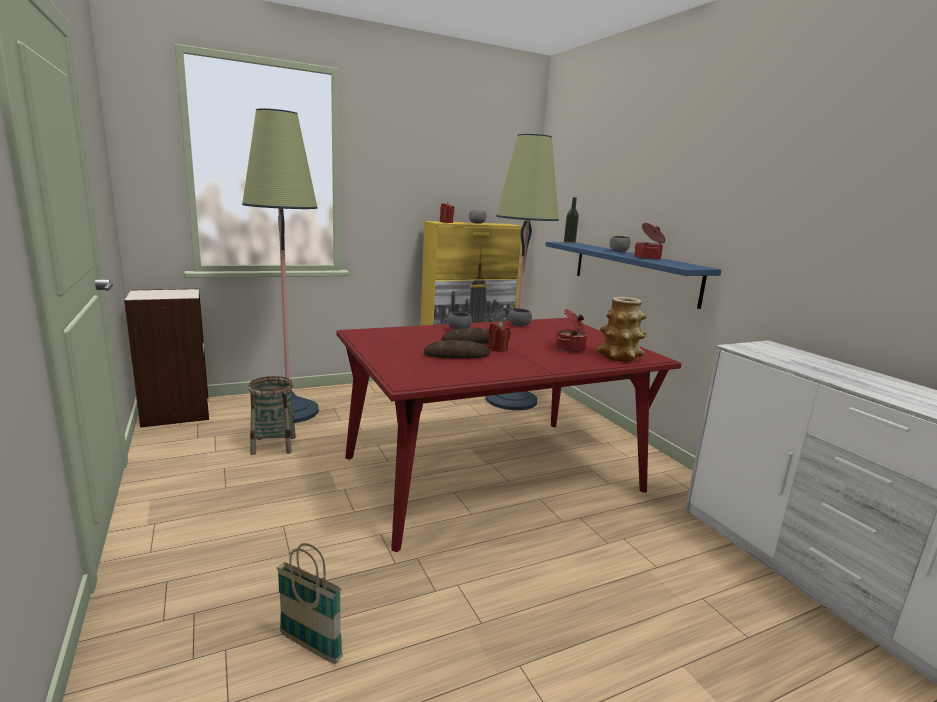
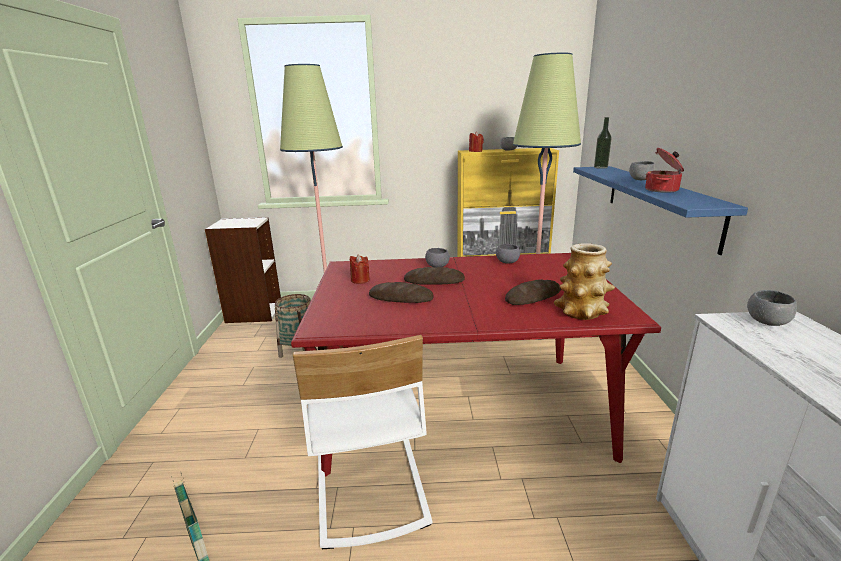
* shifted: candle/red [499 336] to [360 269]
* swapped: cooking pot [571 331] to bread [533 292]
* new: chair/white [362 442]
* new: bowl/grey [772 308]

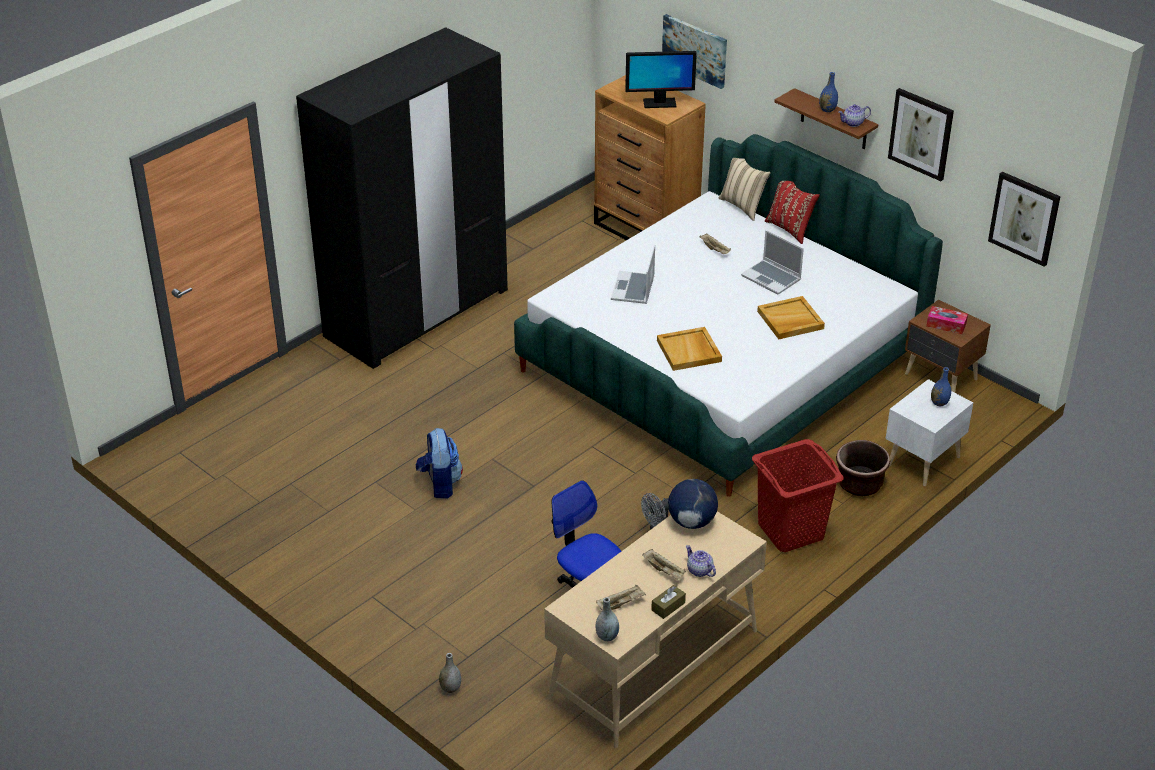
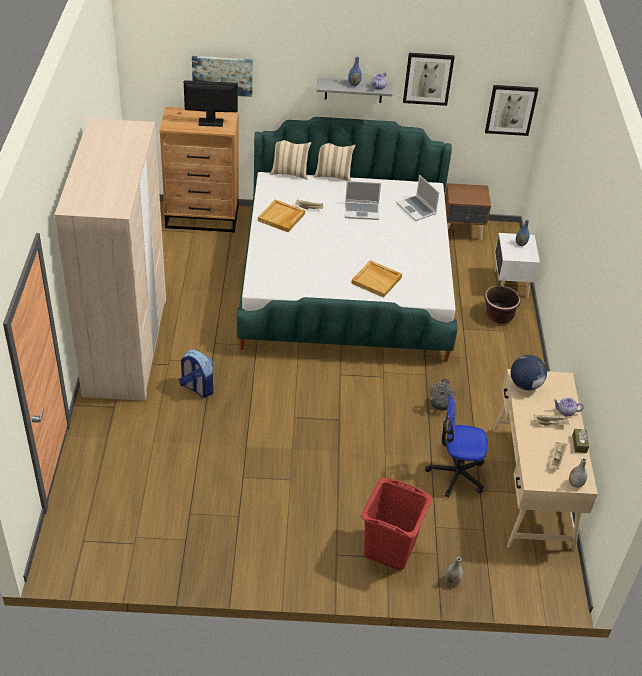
* repainted: wardrobe/black [402 198] to wardrobe/beige [110 259]
* shifted: backpack [439 463] to [196 373]
* shifted: laptop [633 274] to [418 198]
* rotated: monitor [661 79] = [211 103] 135 degrees counterclockwise
* shifted: laundry basket/red [798 495] to [397 524]
* shifted: tray/beige [791 317] to [281 216]
* repainted: pillow/red [792 212] to pillow/beige [335 162]
* repainted: shelf/brown [826 118] to shelf/grey [354 90]
* gone: tissue box [947 320]

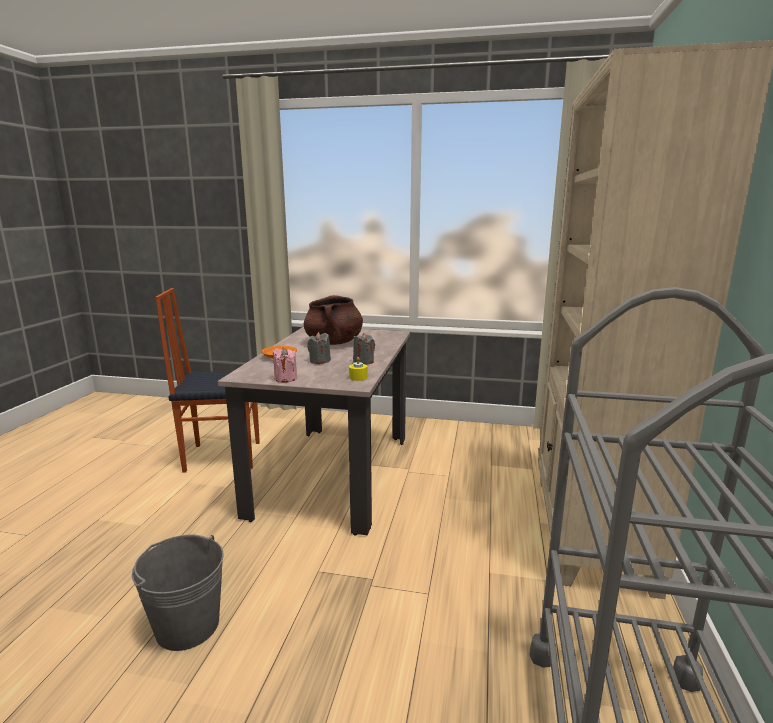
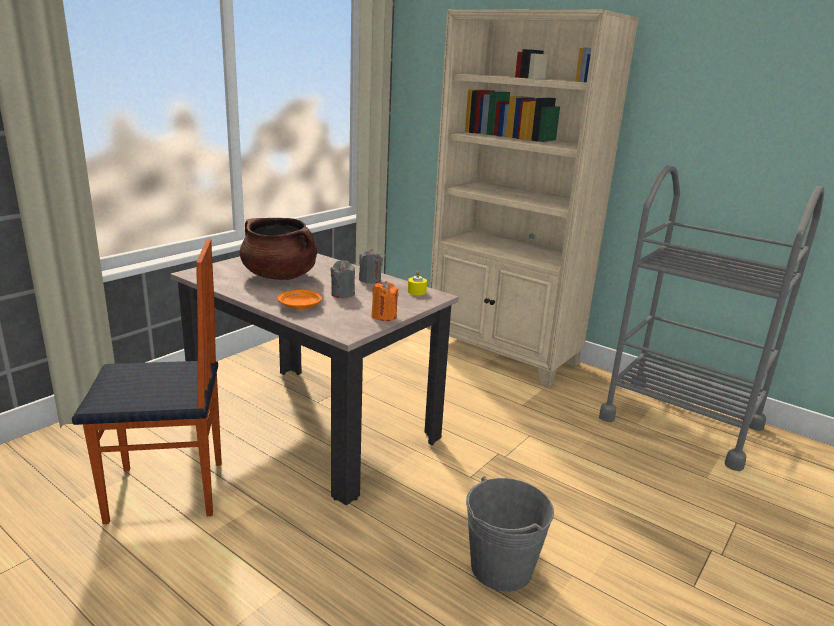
* rotated: chair [208 380] = [147 381] 120 degrees counterclockwise
* repainted: candle/pink [285 364] to candle/orange [385 301]

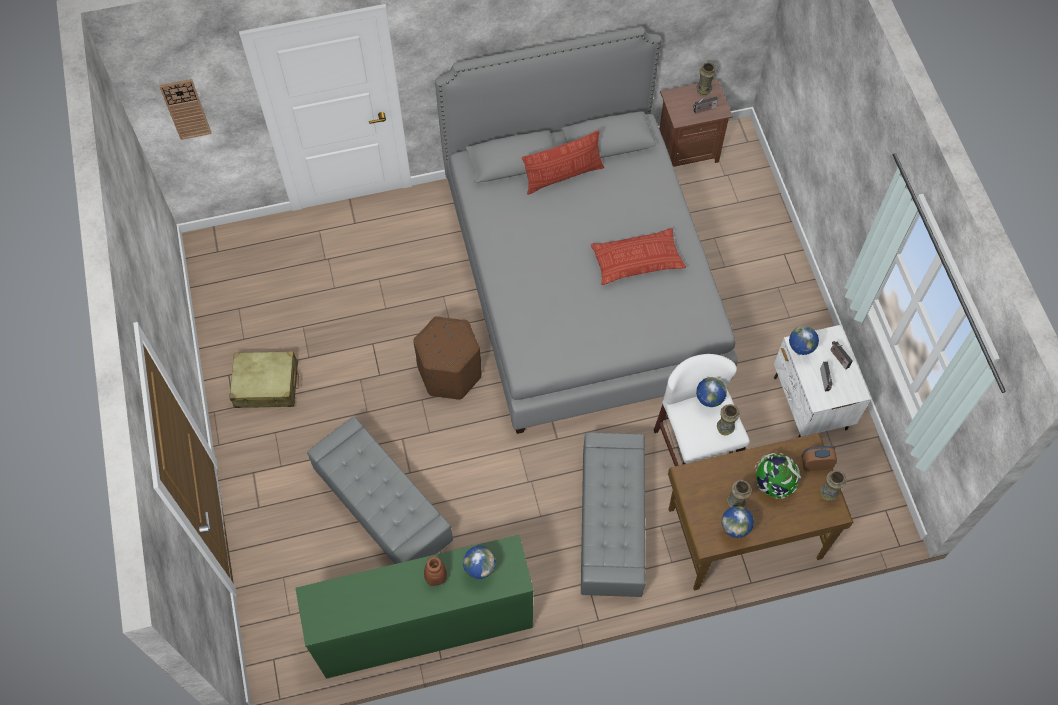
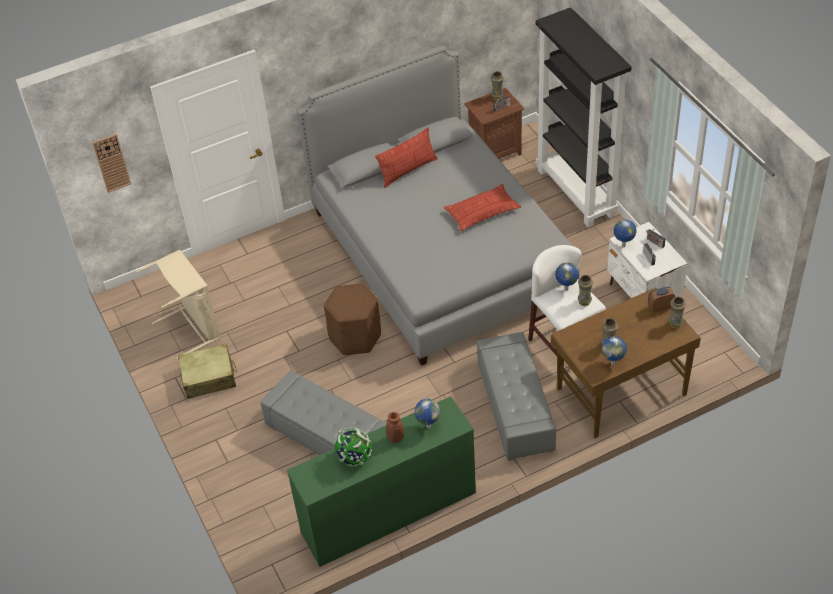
* shifted: globe [778 476] to [352 446]
* new: laundry basket/beige [178 304]
* new: bookcase/black [584 117]

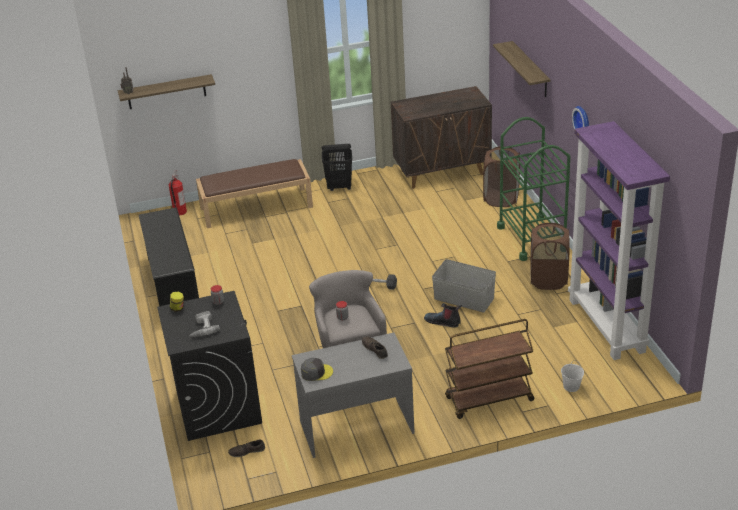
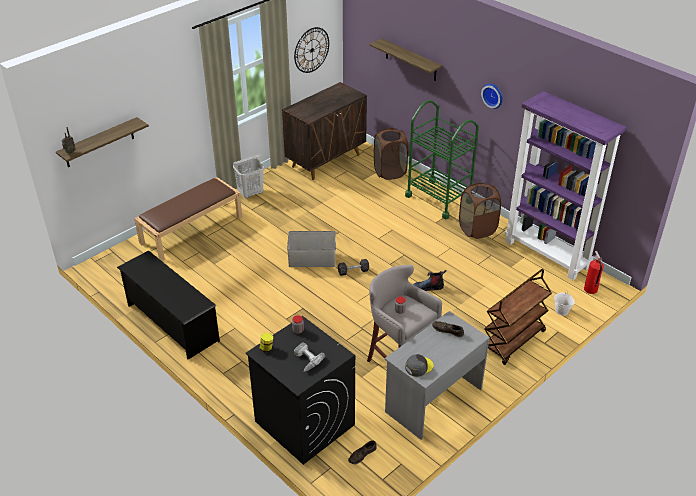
* shifted: fire extinguisher [178 193] to [594 272]
* repainted: laundry basket/black [337 167] to laundry basket/white [248 176]
* shifted: storage box/grey [464 285] to [311 249]
* new: wall clock [311 50]

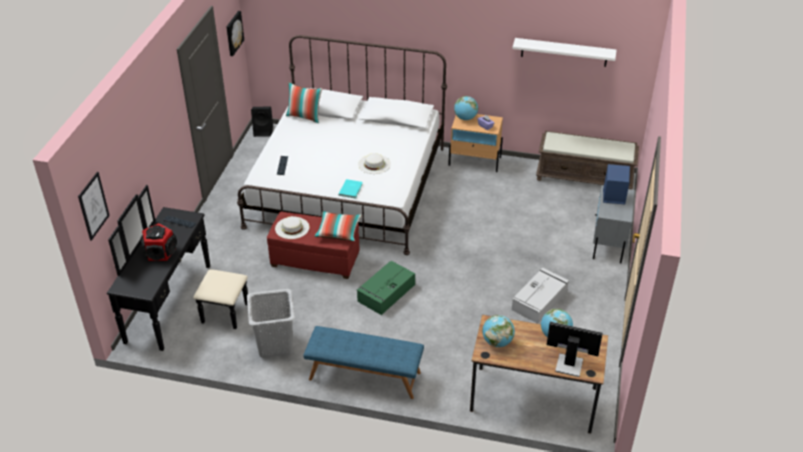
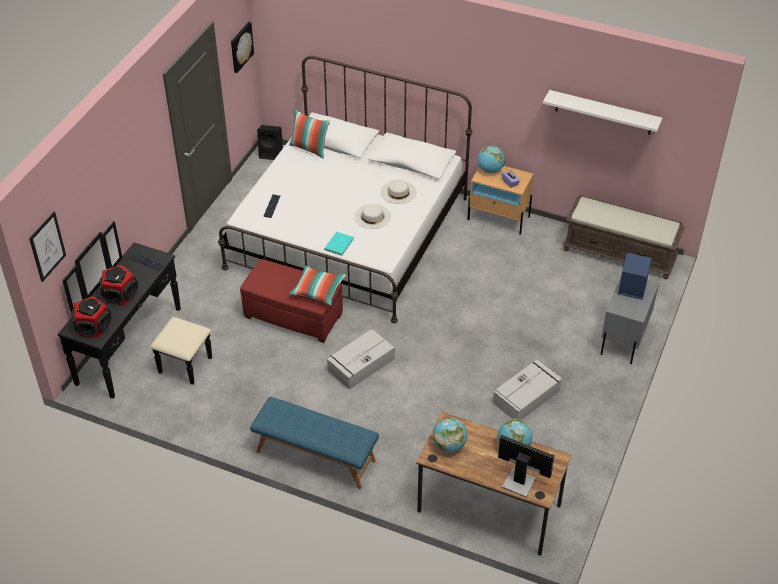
* gone: laundry basket/grey [271 323]
* shifted: hat/white [292 227] to [398 192]
* repainted: storage box/green [386 288] to storage box/grey [361 360]
* new: speaker [91 317]

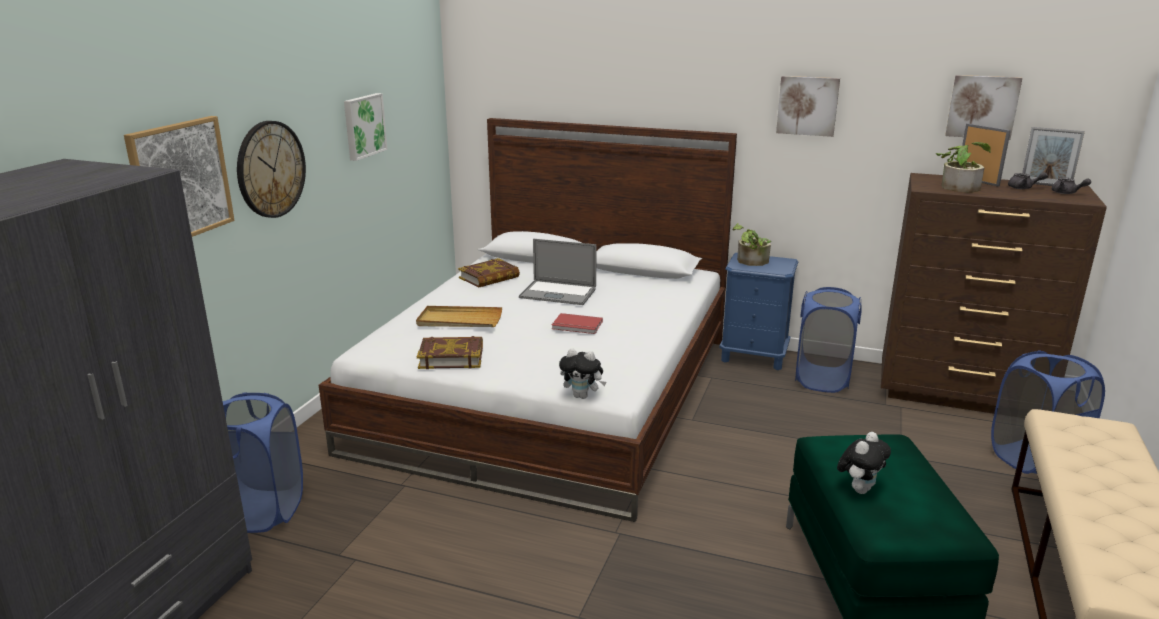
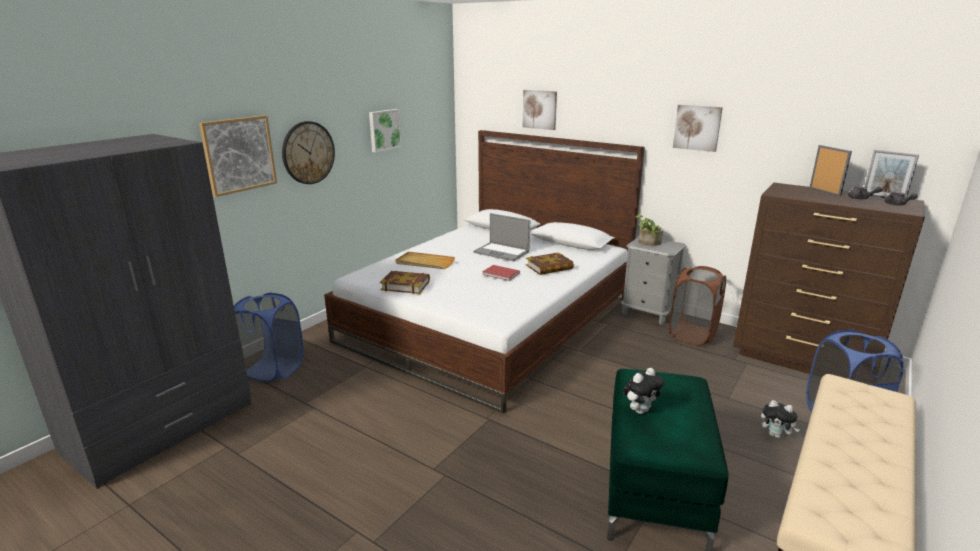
* shifted: book [489 273] to [550 263]
* shifted: plush toy [582 373] to [780 419]
* repainted: nightstand/blue [759 311] to nightstand/grey [653 281]
* repainted: laundry basket/blue [828 340] to laundry basket/brown [697 306]
* gone: potted plant [963 167]
* shifted: picture [983 107] to [540 110]

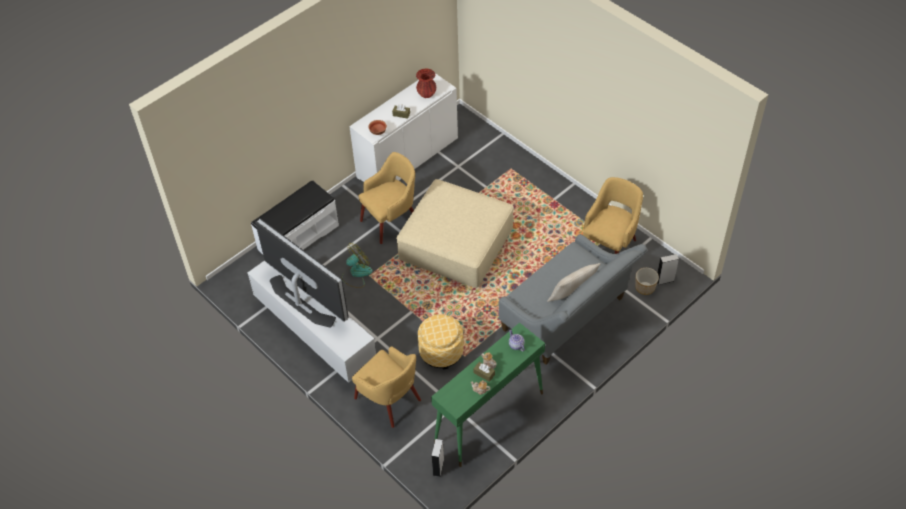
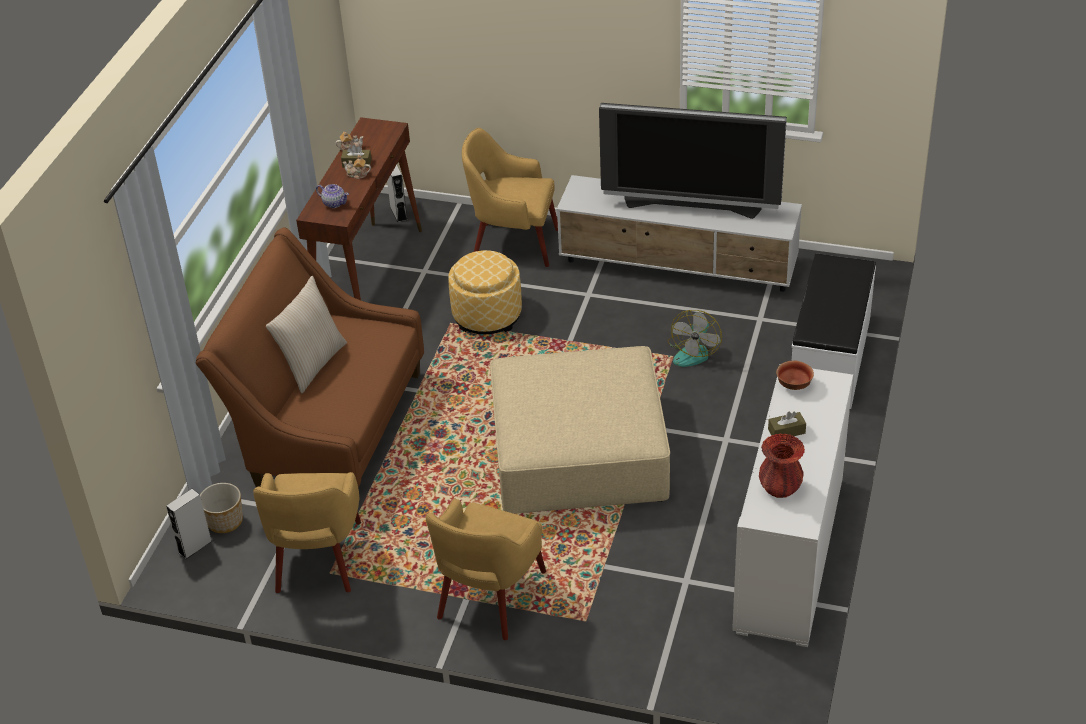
* shifted: armchair/yellow [387 198] to [486 569]
* repainted: console table/green [488 395] to console table/brown [359 208]
* repainted: sofa/grey [573 299] to sofa/brown [309 357]

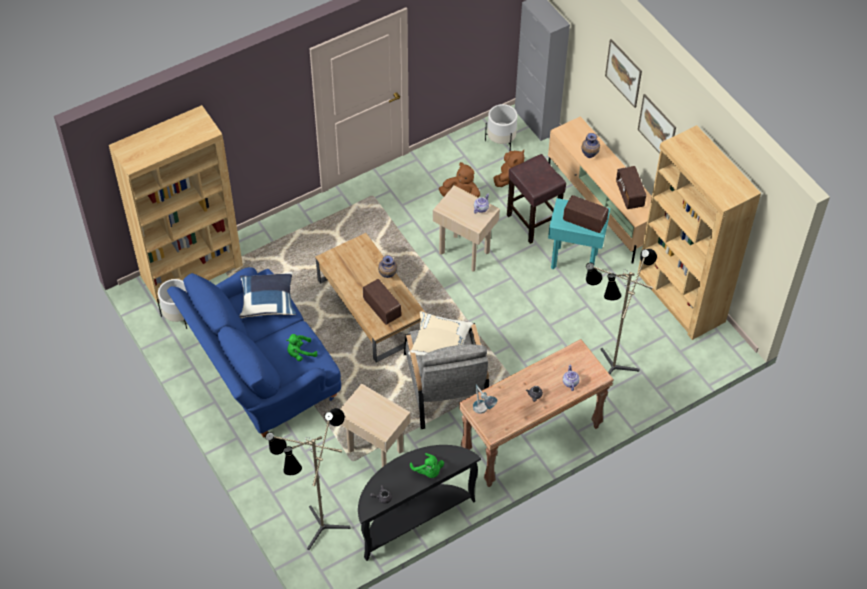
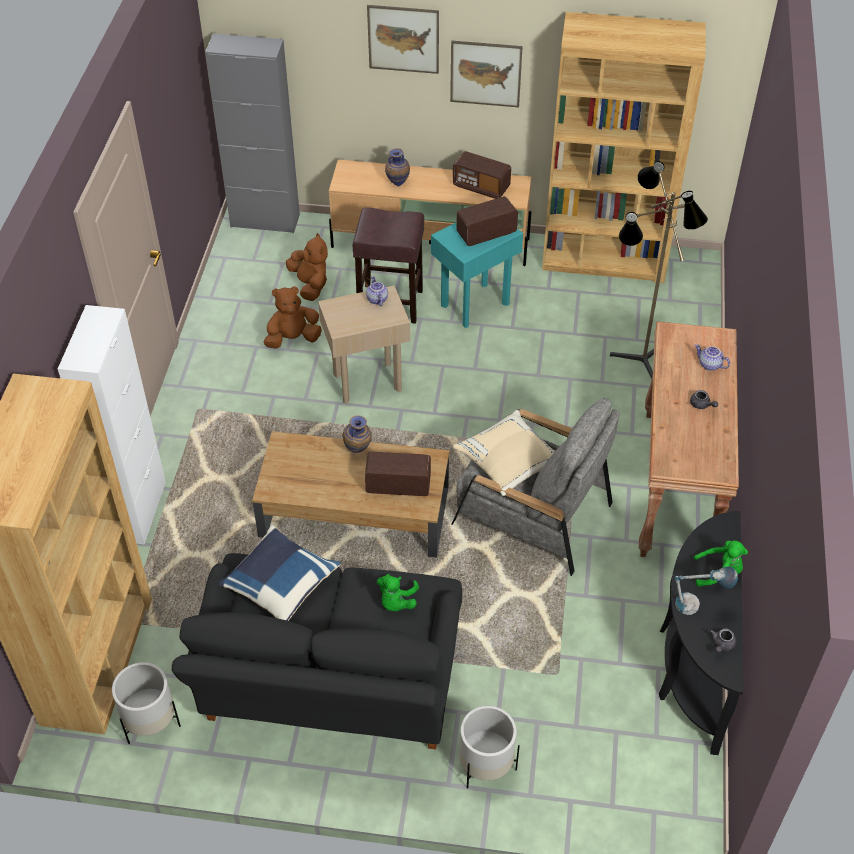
* repainted: sofa/blue [254 352] to sofa/black [317 651]
* gone: floor lamp [307 479]
* gone: side table/beige [375 425]
* shifted: table lamp [485 399] to [706 591]
* shifted: planter/white [501 127] to [489 747]
* new: cabinet/white [112 425]

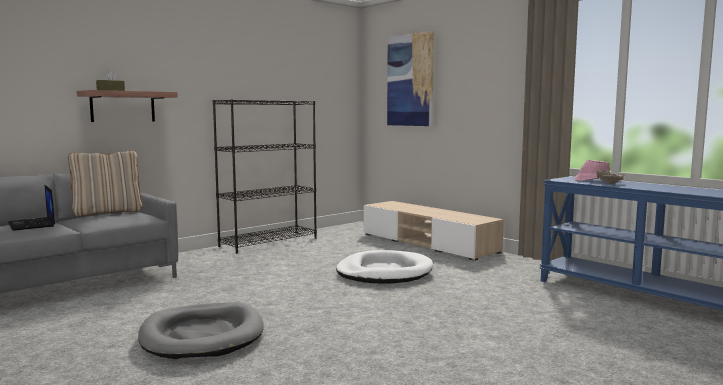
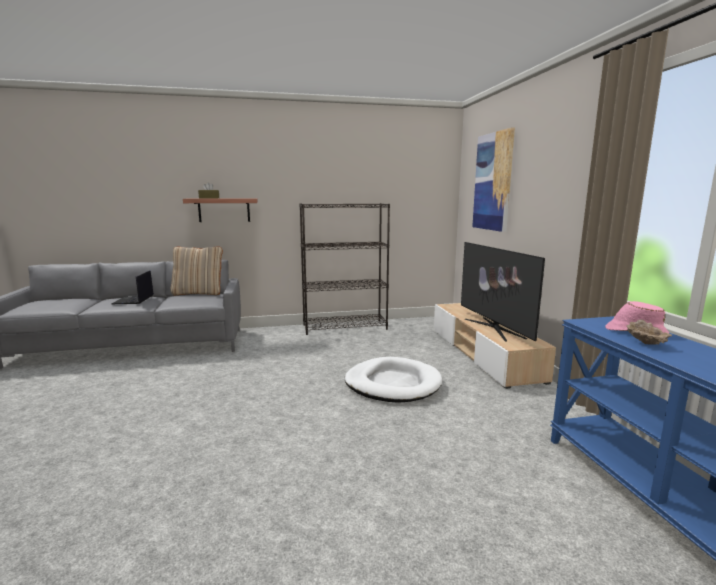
* gone: dog bed/grey [201 330]
* new: television [503 292]

